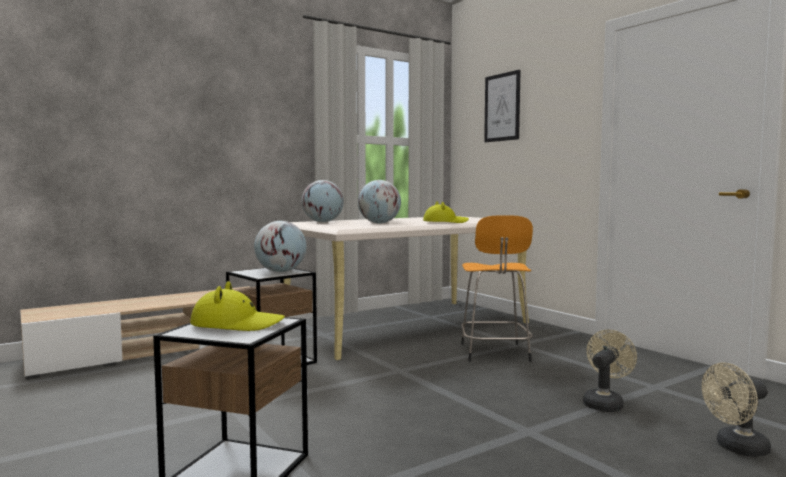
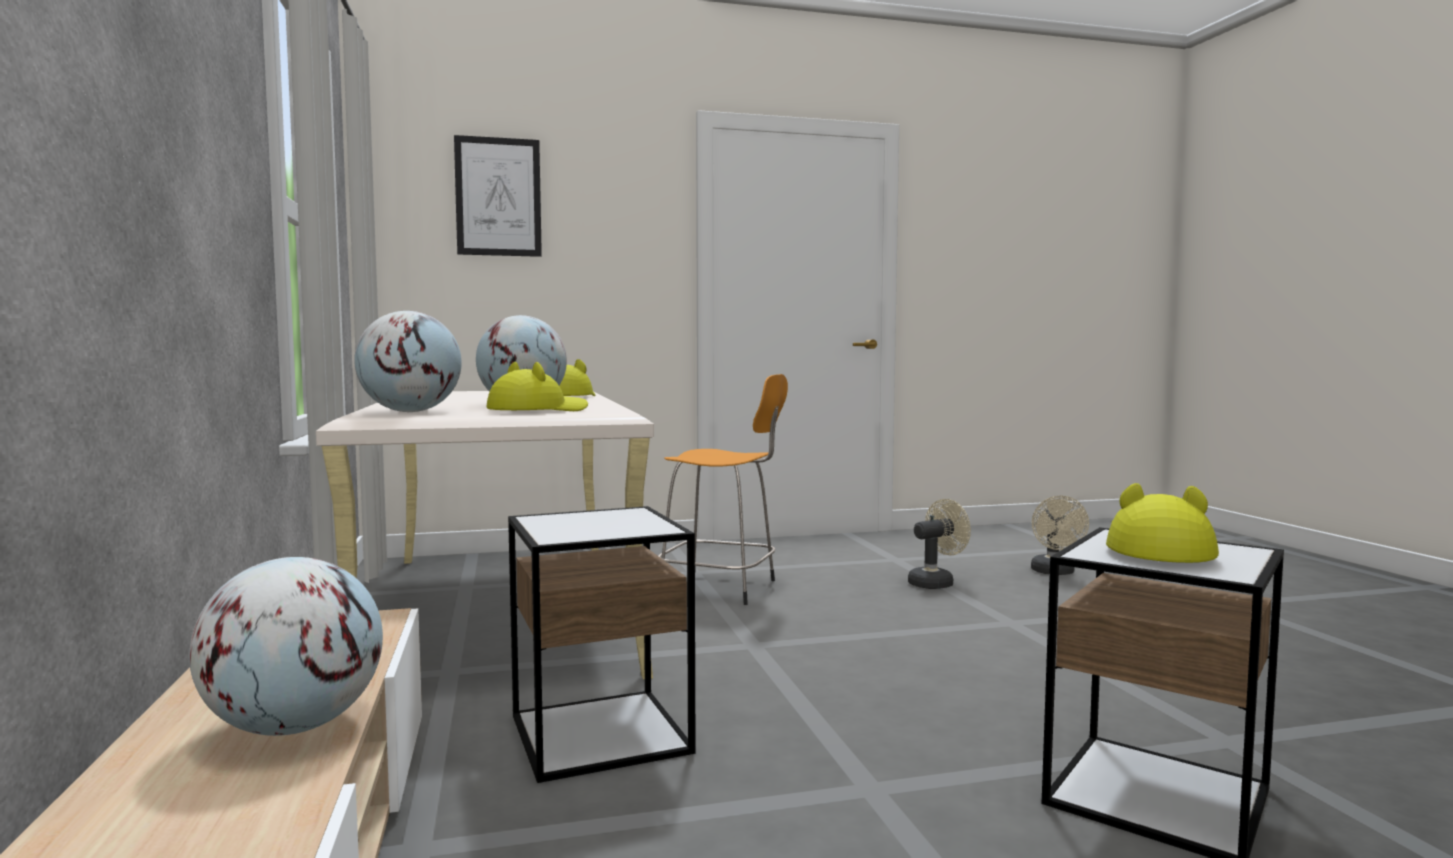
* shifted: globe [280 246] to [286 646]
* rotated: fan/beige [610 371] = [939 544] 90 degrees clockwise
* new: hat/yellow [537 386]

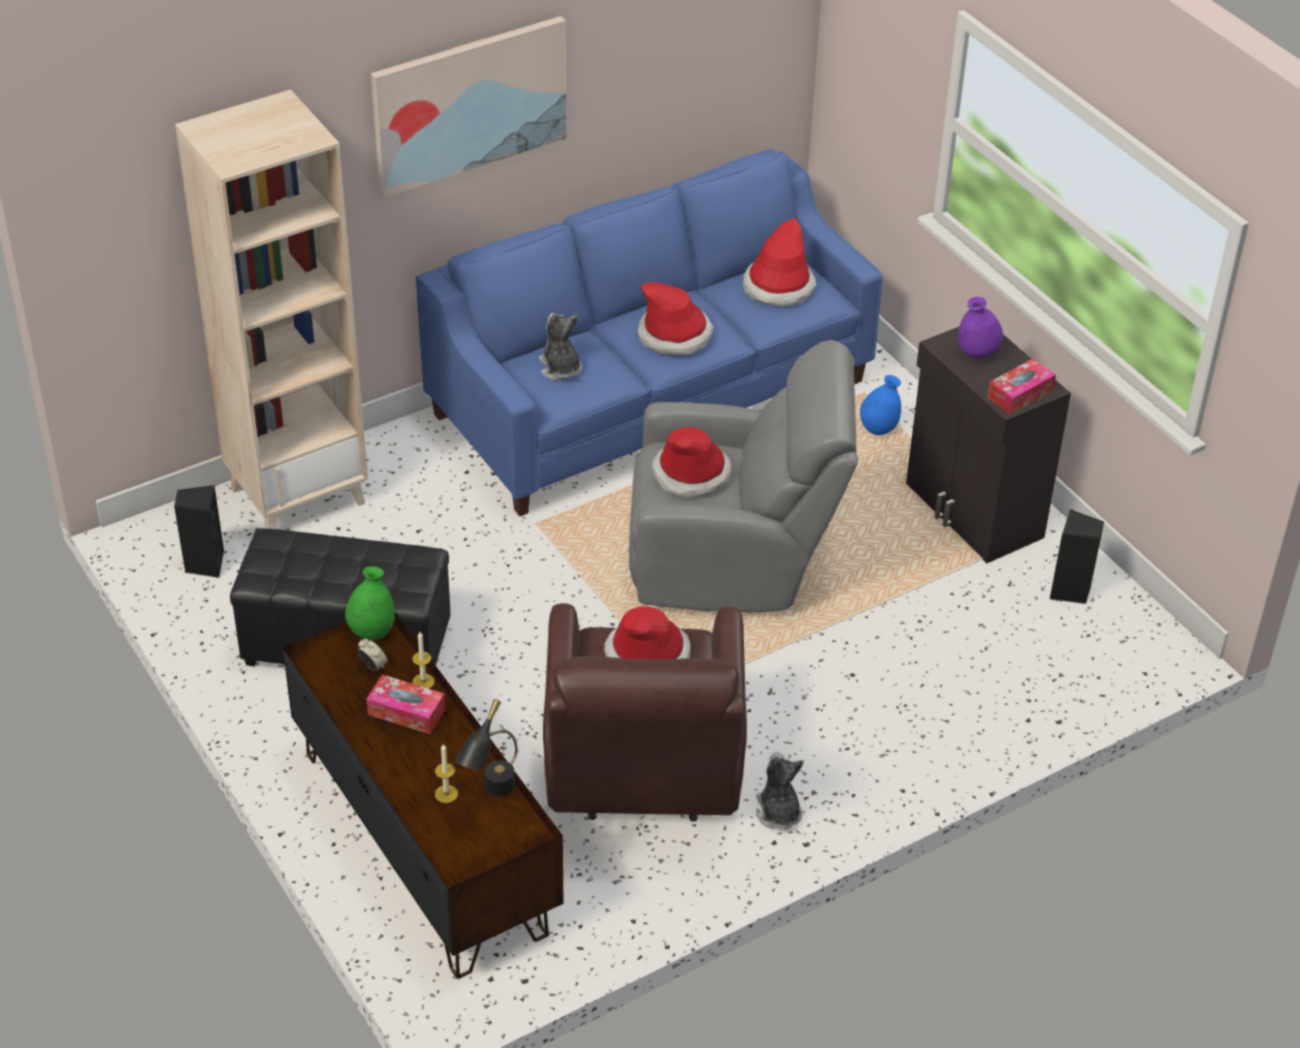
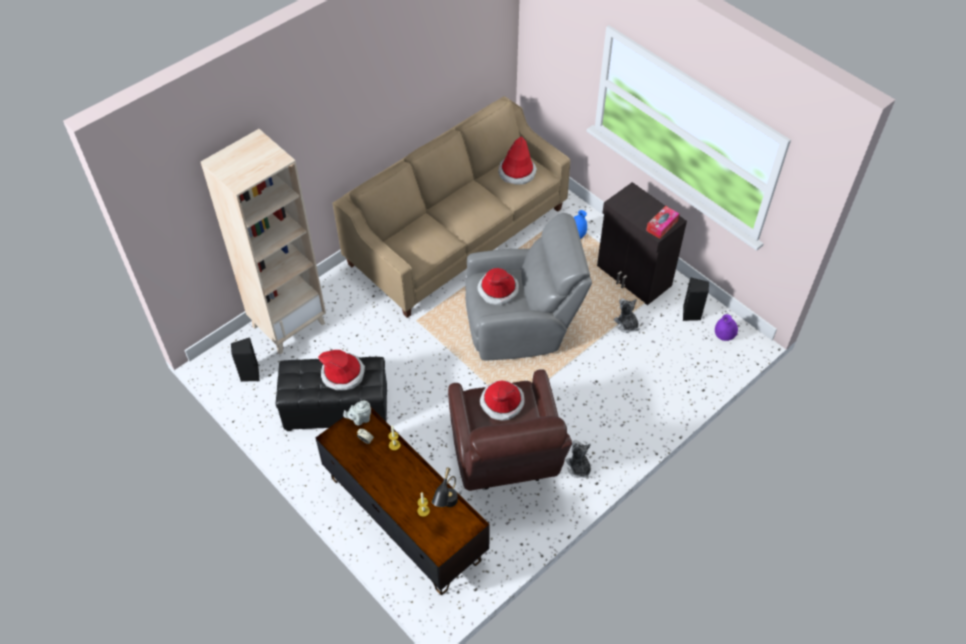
* swapped: vase/green [370 603] to teapot/grey [357 413]
* gone: tissue box [405 704]
* gone: picture [469 107]
* repainted: sofa/blue [649 332] to sofa/beige [451 207]
* shifted: plush toy [560 347] to [627 315]
* shifted: hat [675 318] to [341 370]
* shifted: vase/purple [980 327] to [726 327]

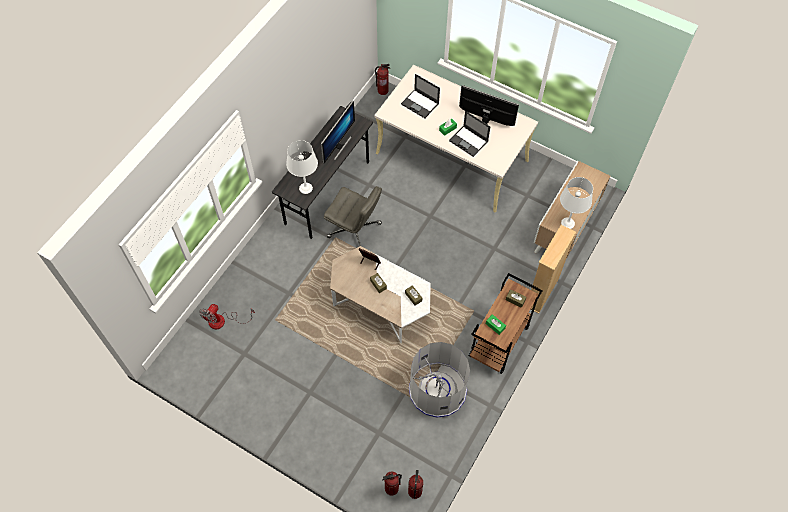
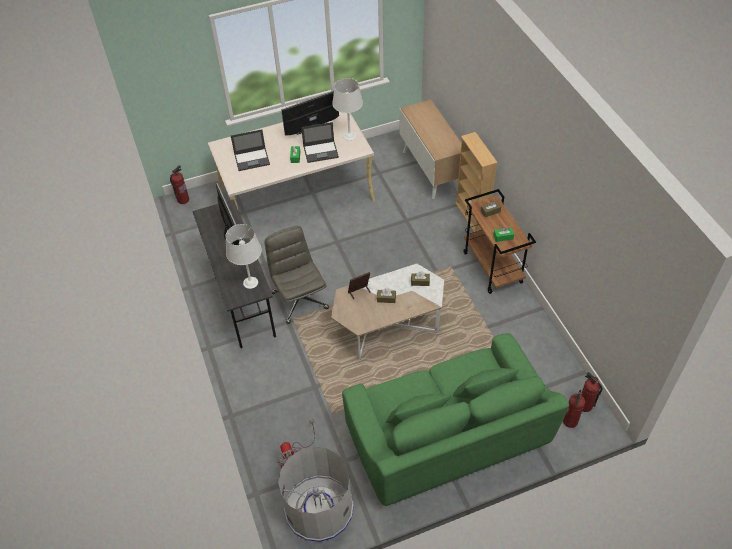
* rotated: office chair/grey [353 216] = [297 275] 90 degrees counterclockwise
* shifted: trash can/grey [439 380] to [316 494]
* shifted: table lamp/white [576 203] to [347 109]
* new: sofa/green [455 419]

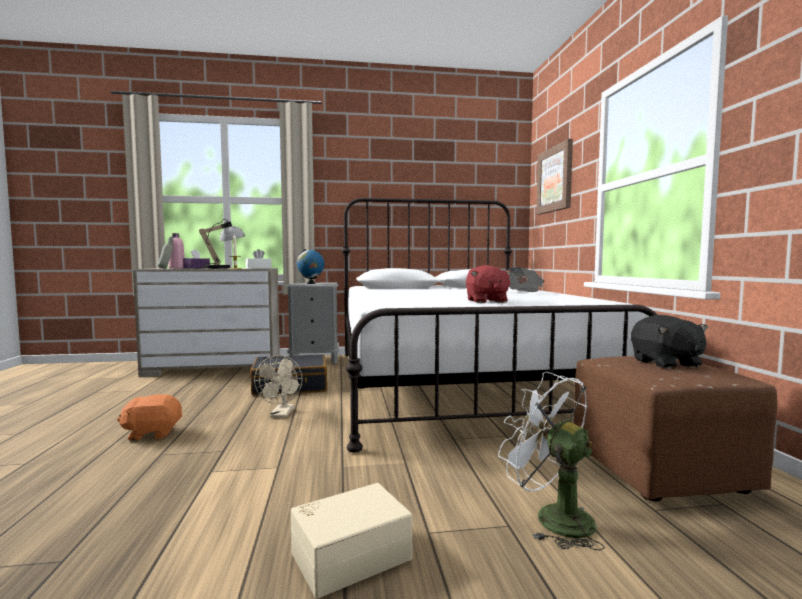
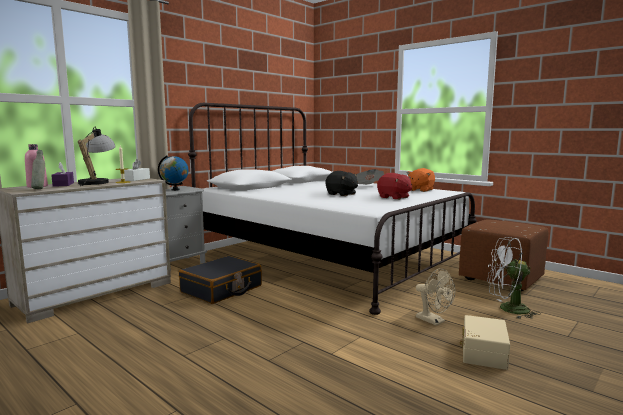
* shifted: plush toy/orange [149 417] to [420 180]
* shifted: fan/beige [278 386] to [435 296]
* gone: picture [554 177]
* shifted: plush toy/black [669 342] to [342 183]

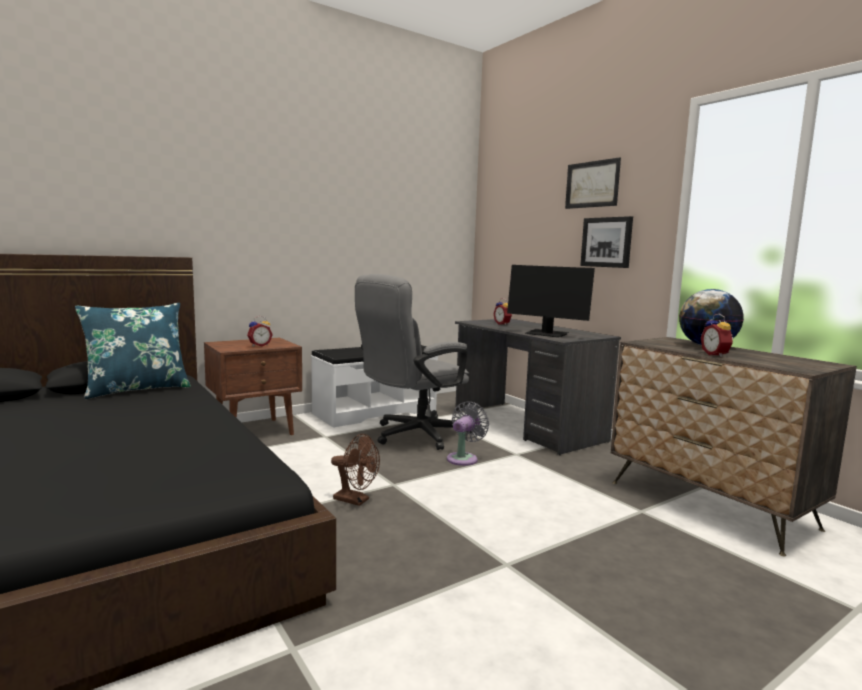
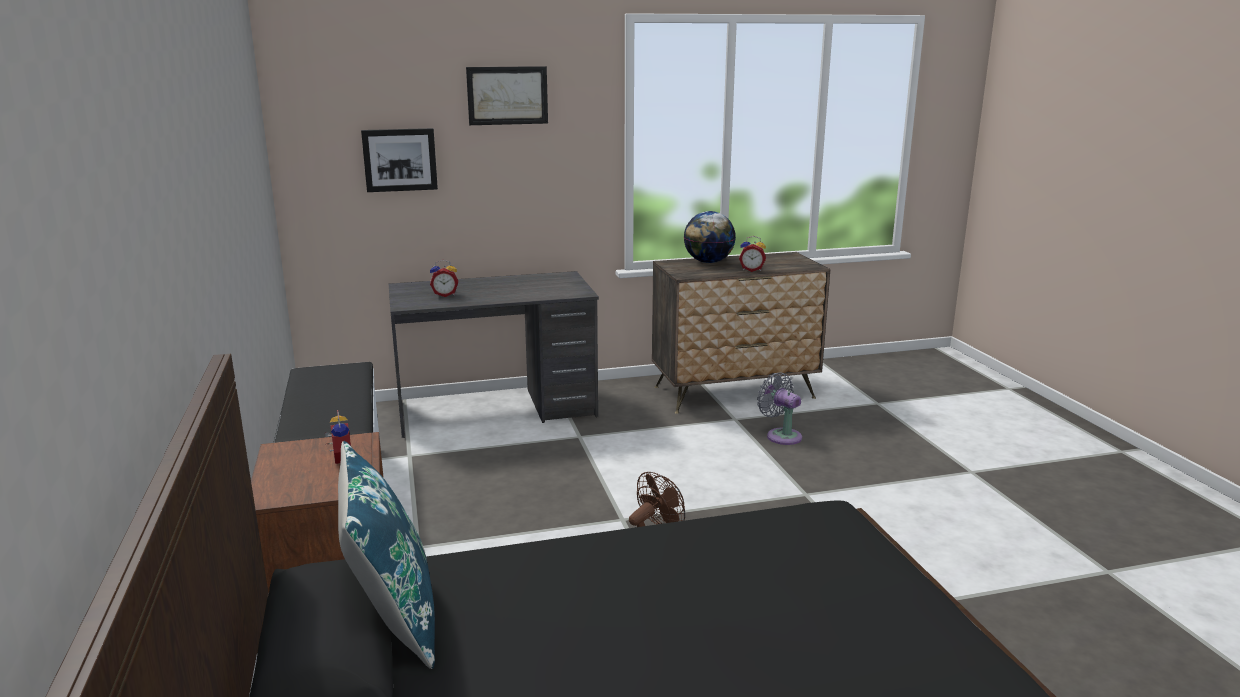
* gone: office chair/grey [413 362]
* shifted: fan/grey [468 433] to [779 408]
* gone: monitor [551 301]
* shifted: picture [606 242] to [399 160]

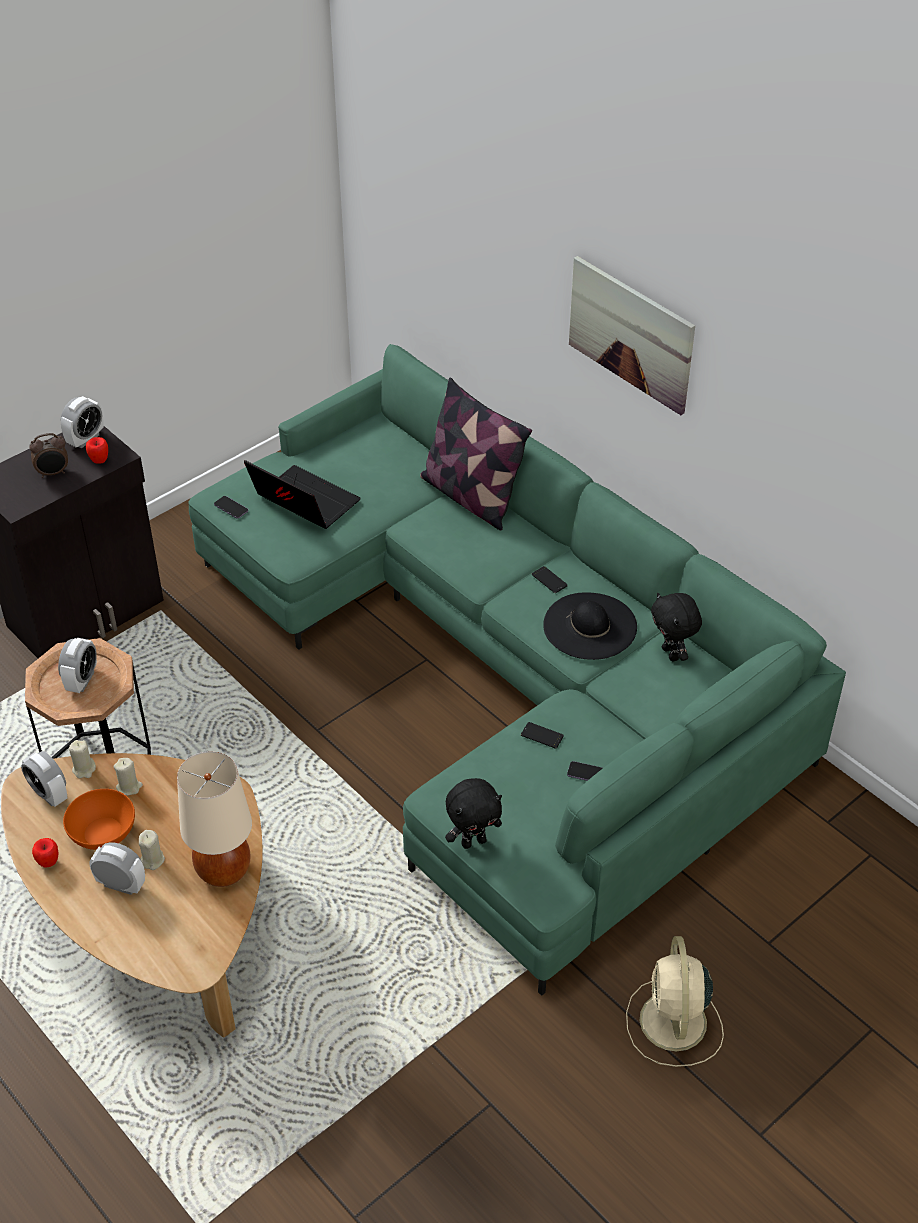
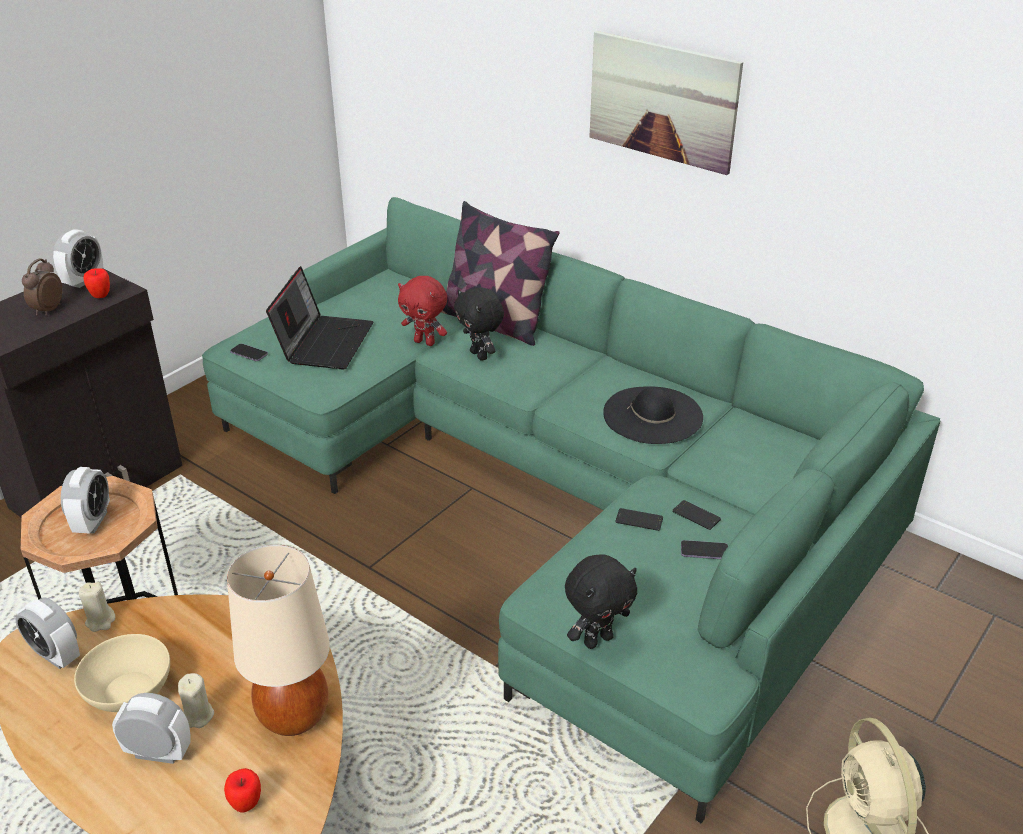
* rotated: alarm clock [48 455] = [42 287] 135 degrees clockwise
* shifted: apple [45 853] to [242 790]
* repainted: bowl/orange [99 819] to bowl/beige [122 673]
* gone: candle/beige [128 777]
* rotated: laptop [302 494] = [319 318] 75 degrees clockwise
* shifted: phone [550 579] to [696 515]
* shifted: plush toy/black [676 627] to [479 324]
* new: plush toy/red [422 311]

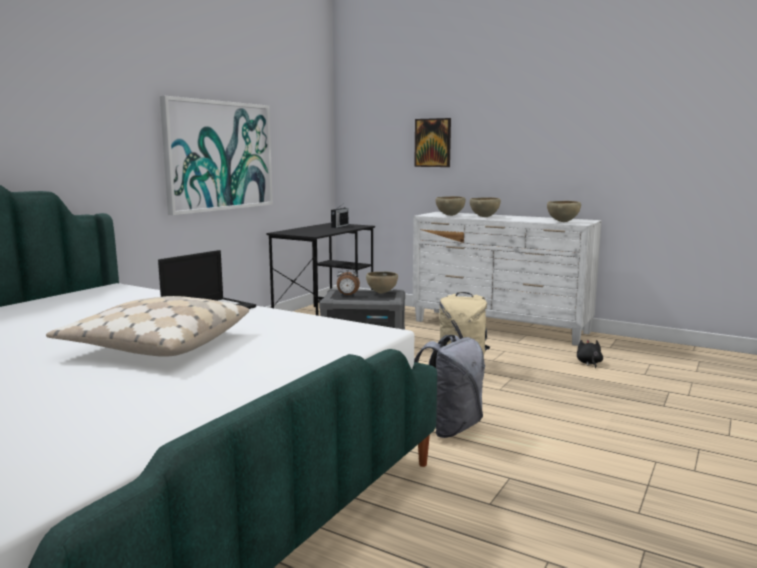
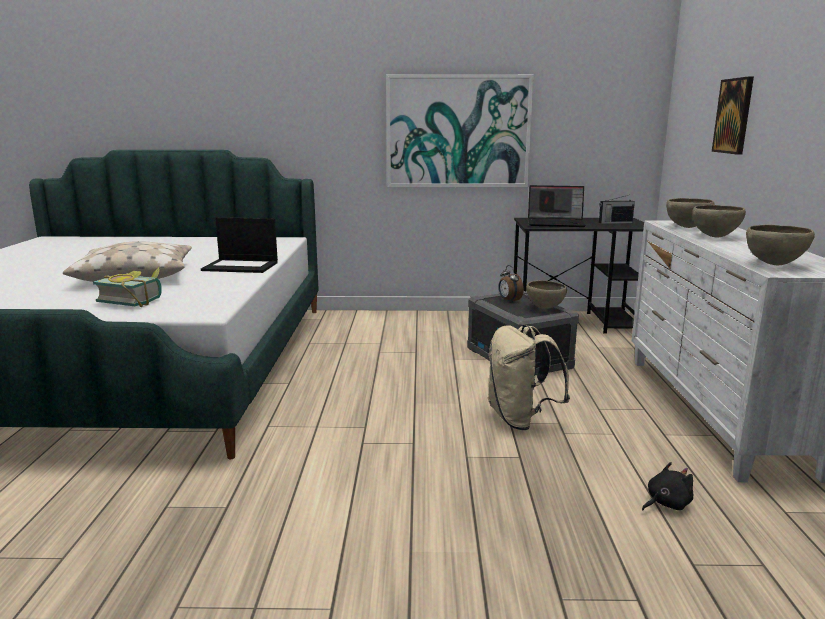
* gone: backpack/grey [449 386]
* new: book [127 287]
* new: laptop [557 206]

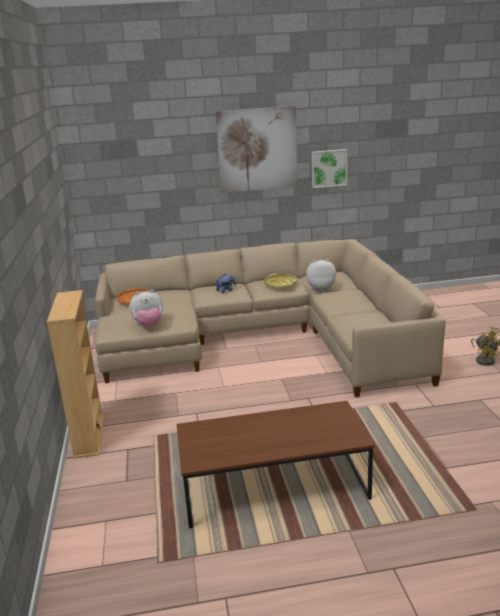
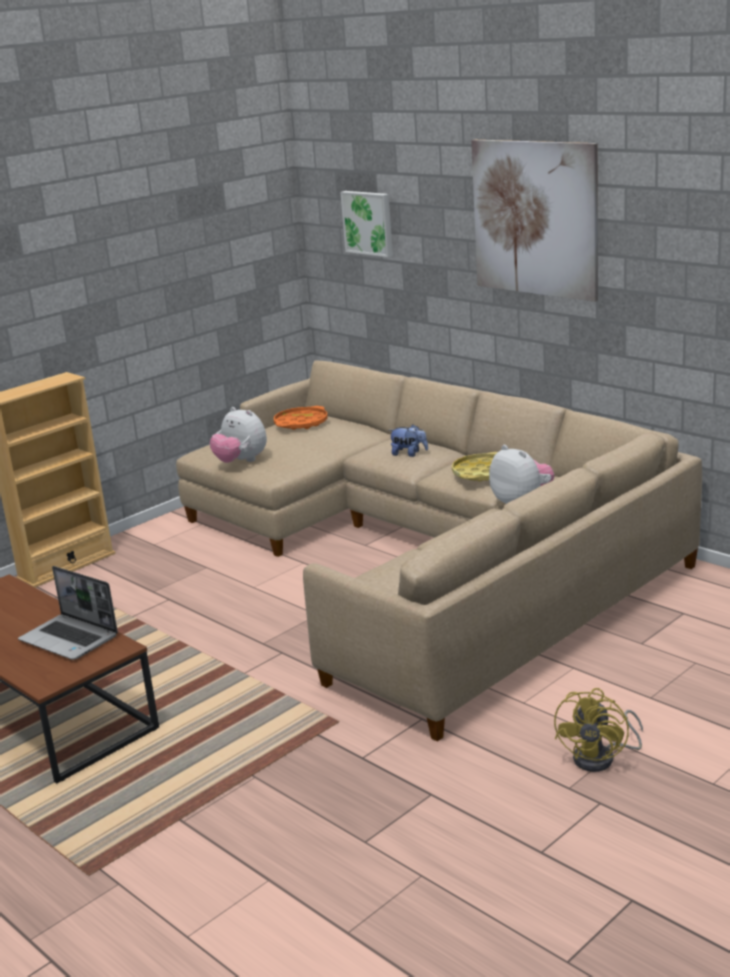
* shifted: picture [329 168] to [366 224]
* new: laptop [68 613]

